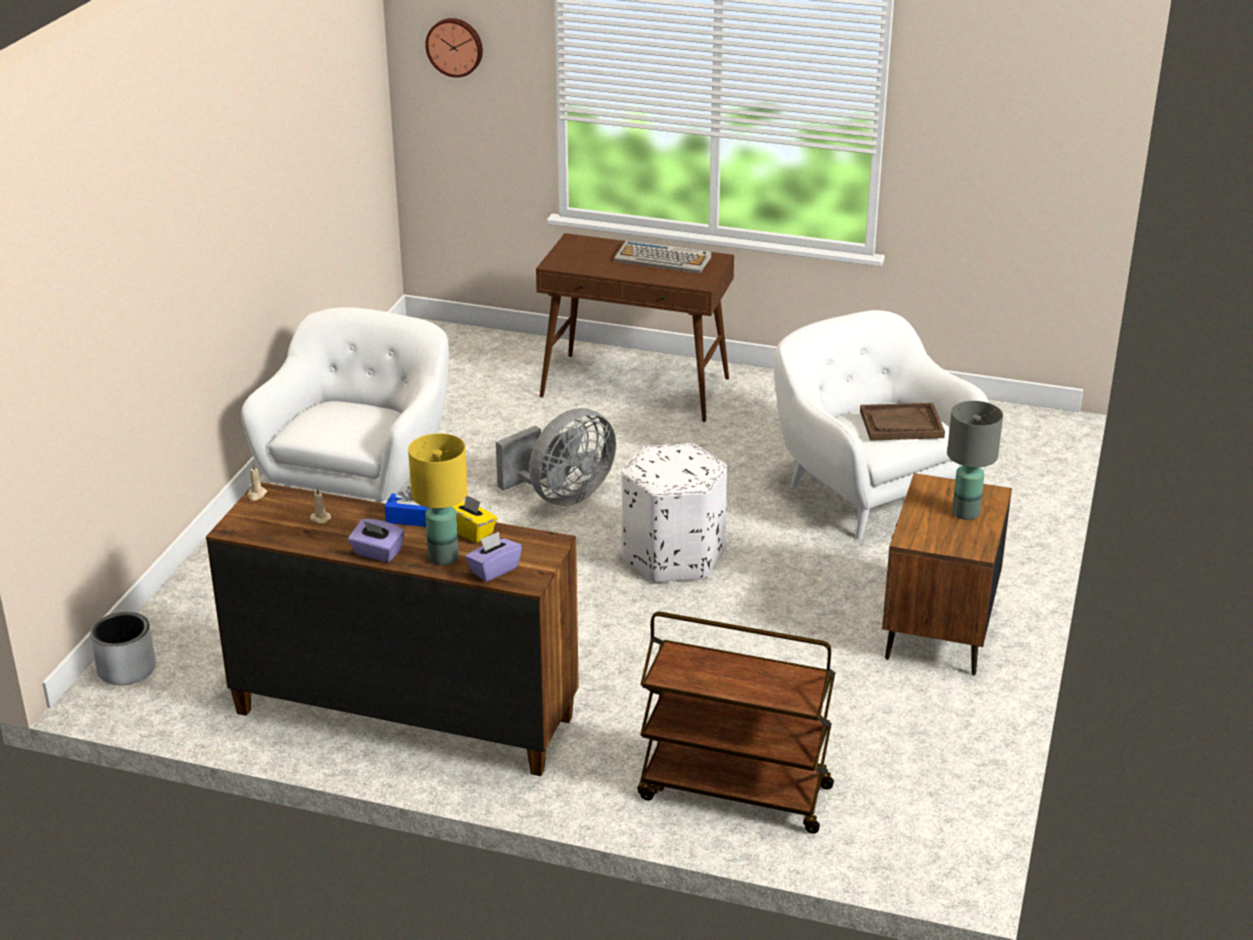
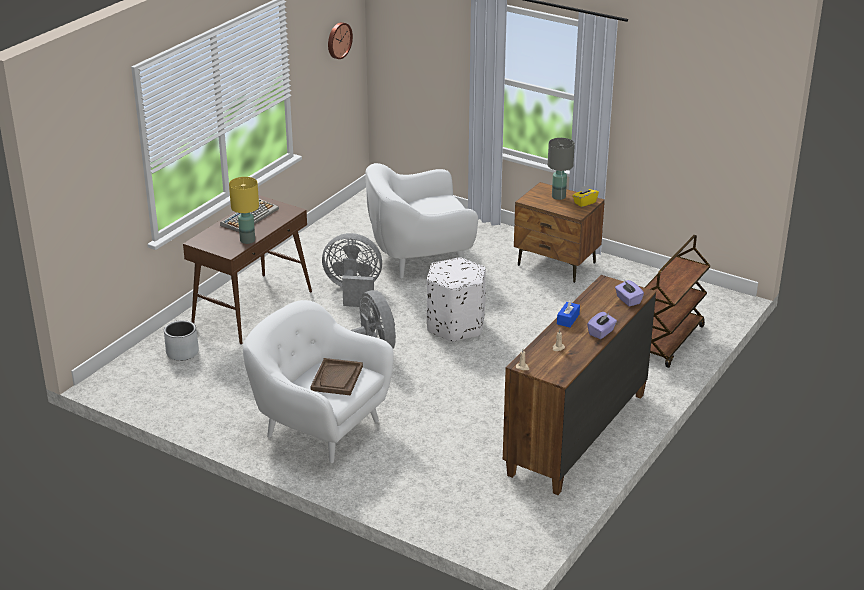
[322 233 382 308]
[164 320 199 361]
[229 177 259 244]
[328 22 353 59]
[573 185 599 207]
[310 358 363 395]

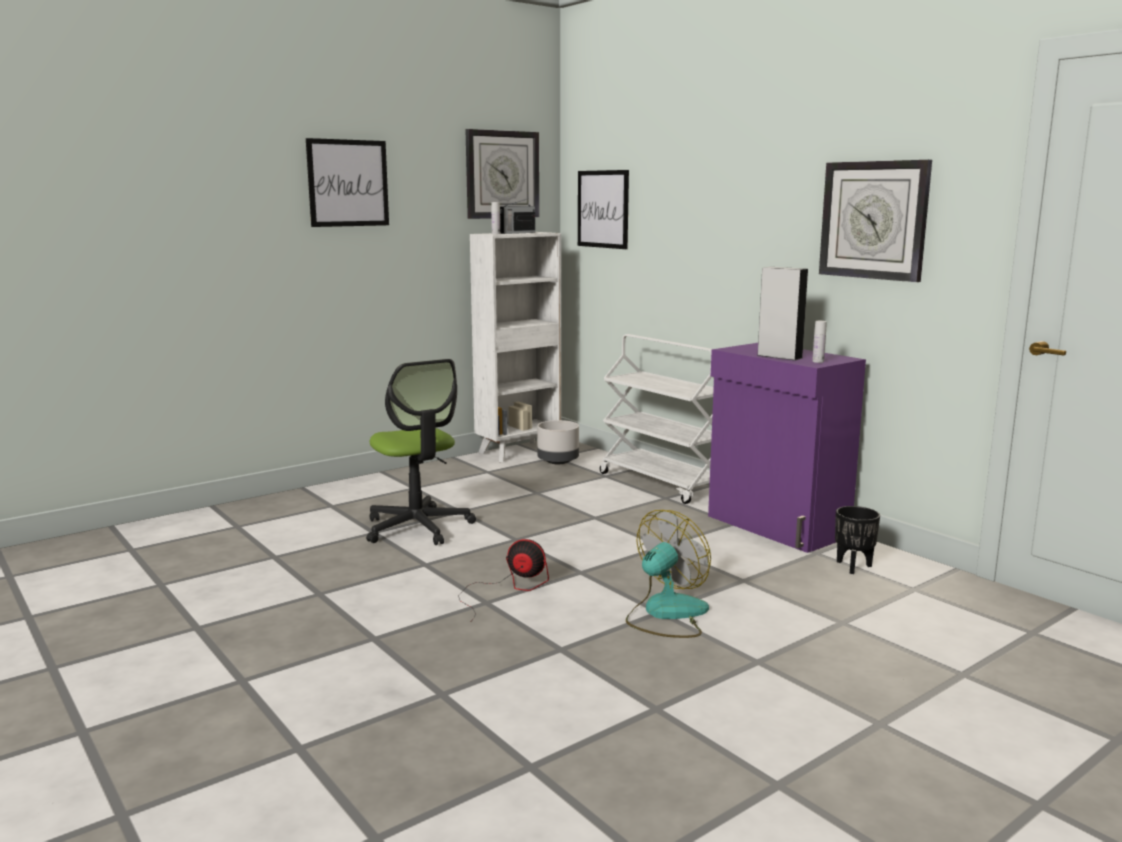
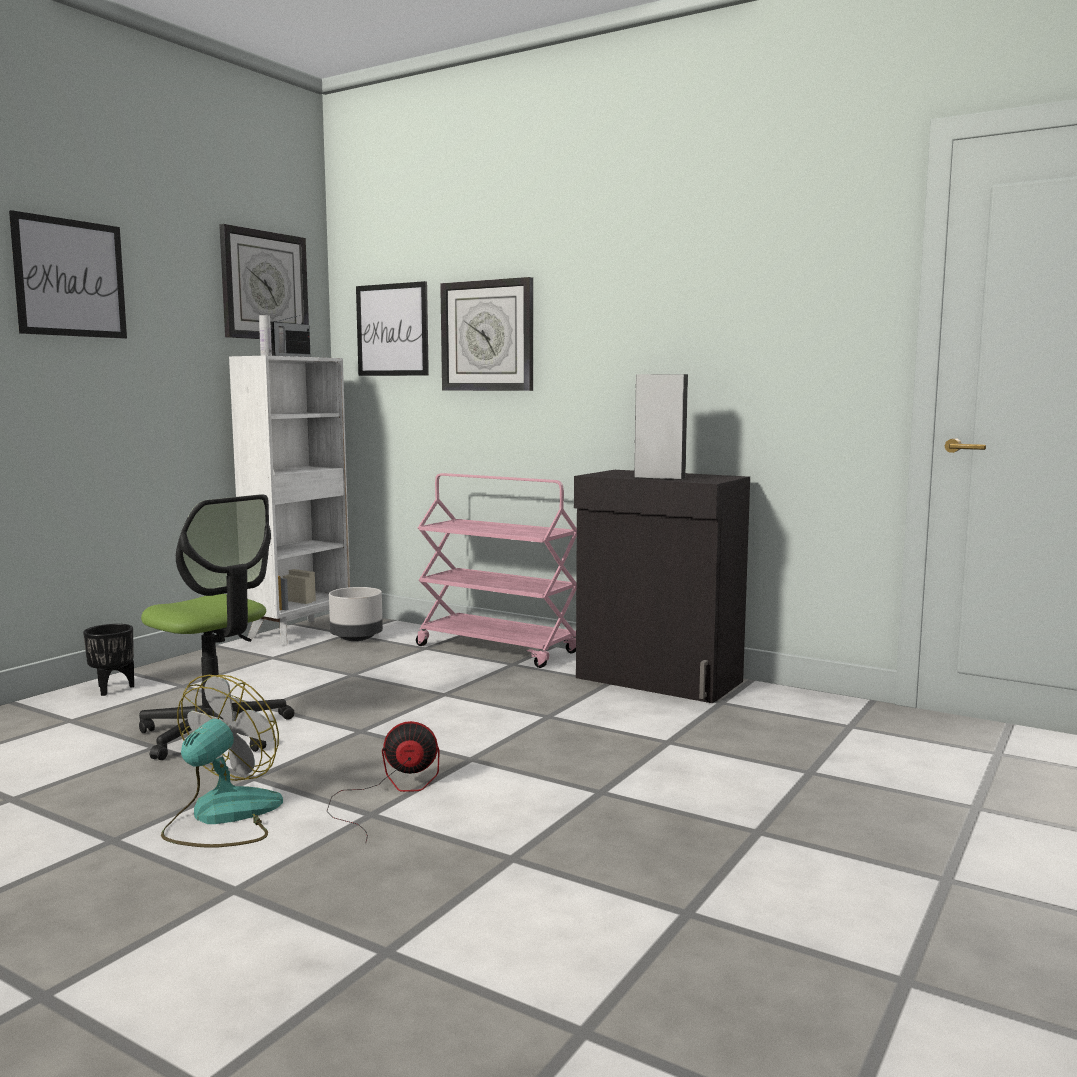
[812 321 827 363] (first image)
[161 675 283 848]
[440 277 533 391]
[83 624 134 696]
[416 473 577 668]
[574 470 750 703]

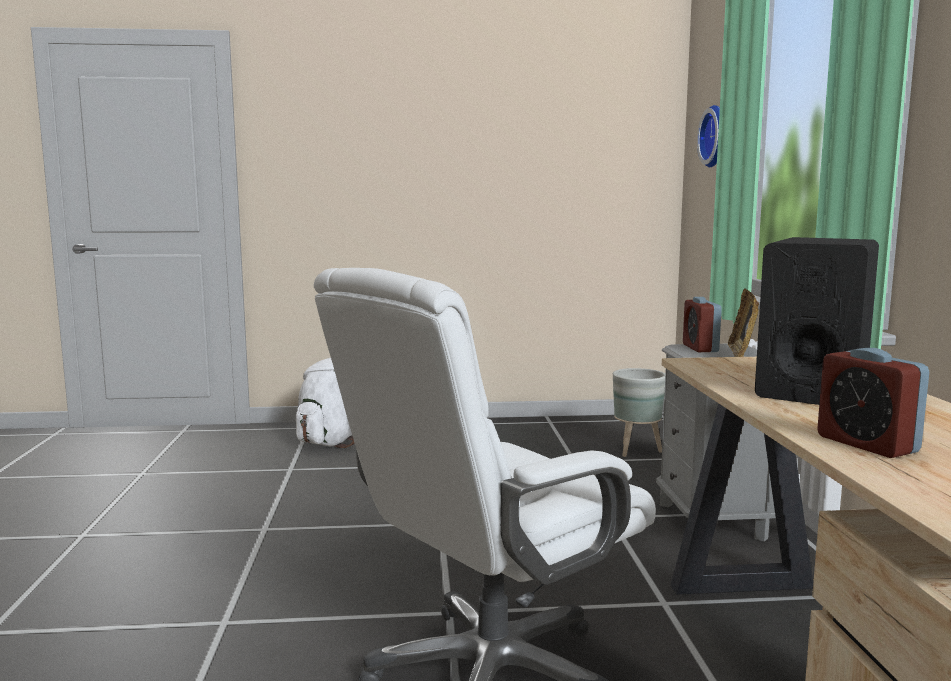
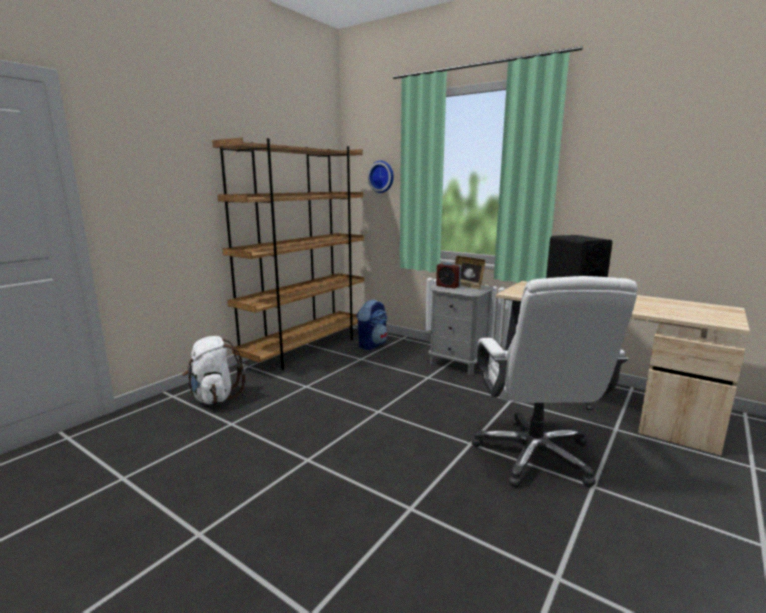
[817 348 929 458] (first image)
[212 138 364 370]
[356 299 388 350]

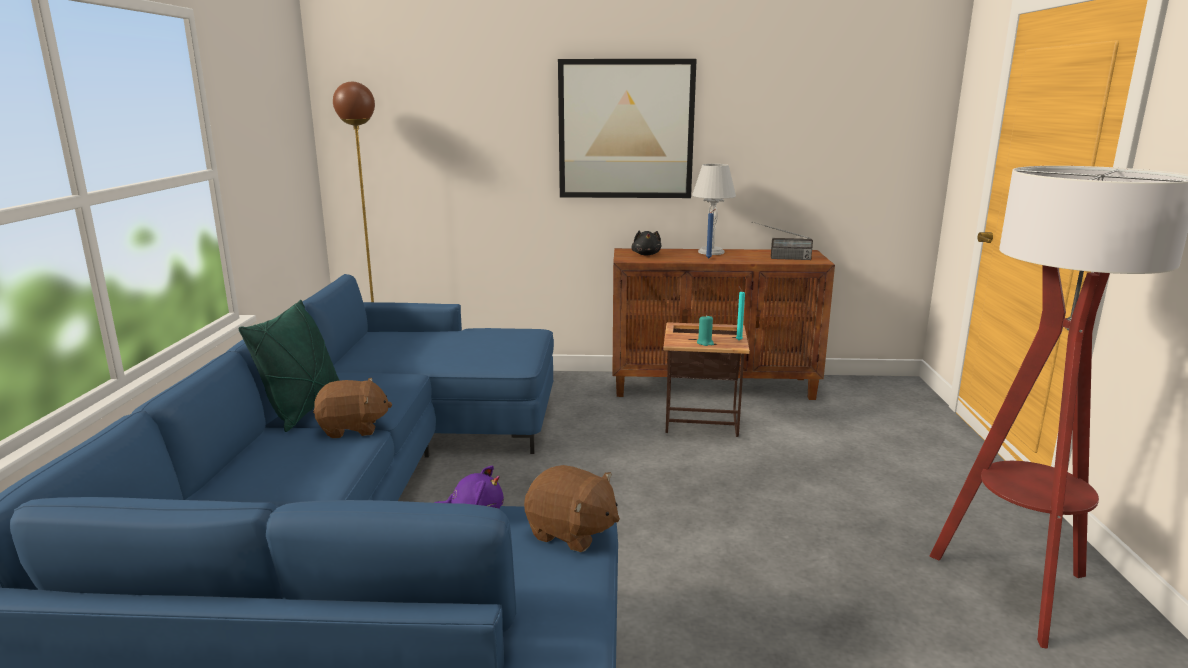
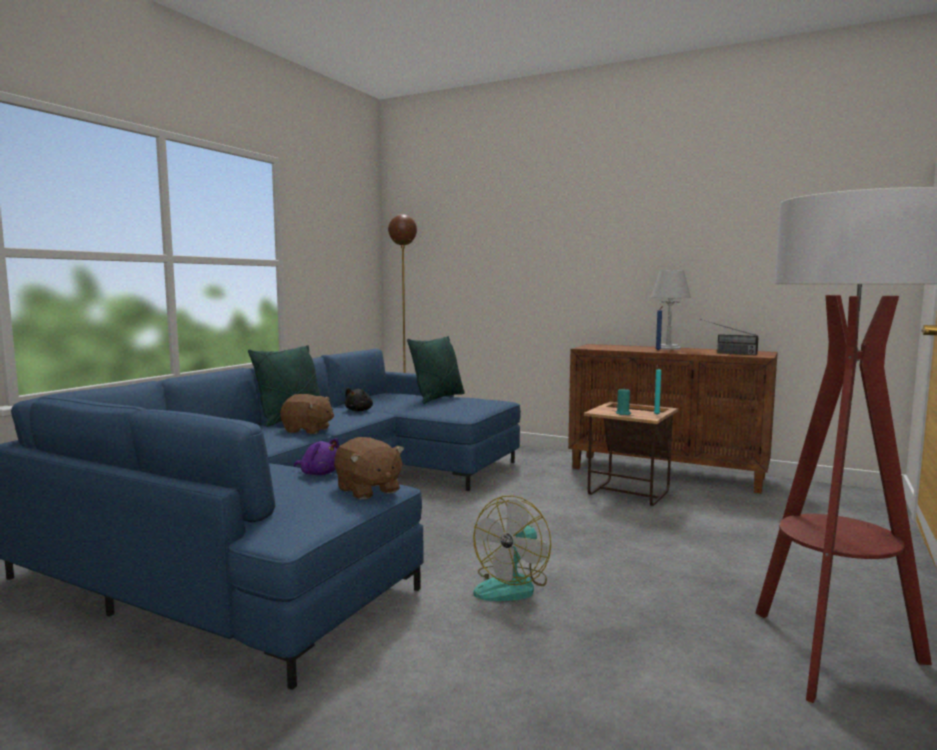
[558 59 697 198] (first image)
[407 336 465 404]
[473 495 551 601]
[345 388 373 411]

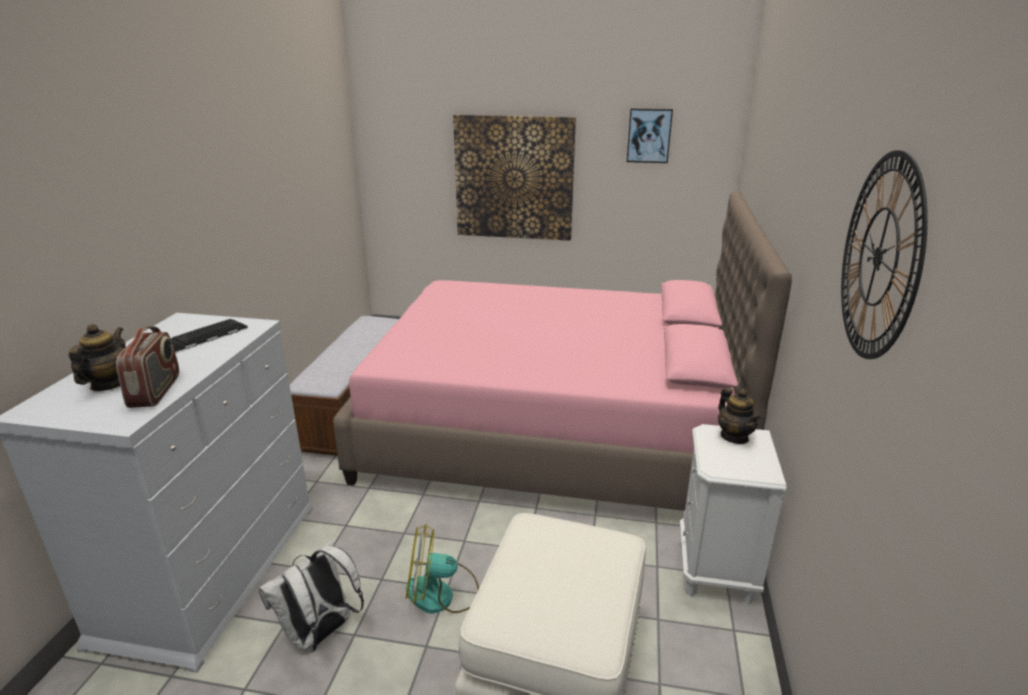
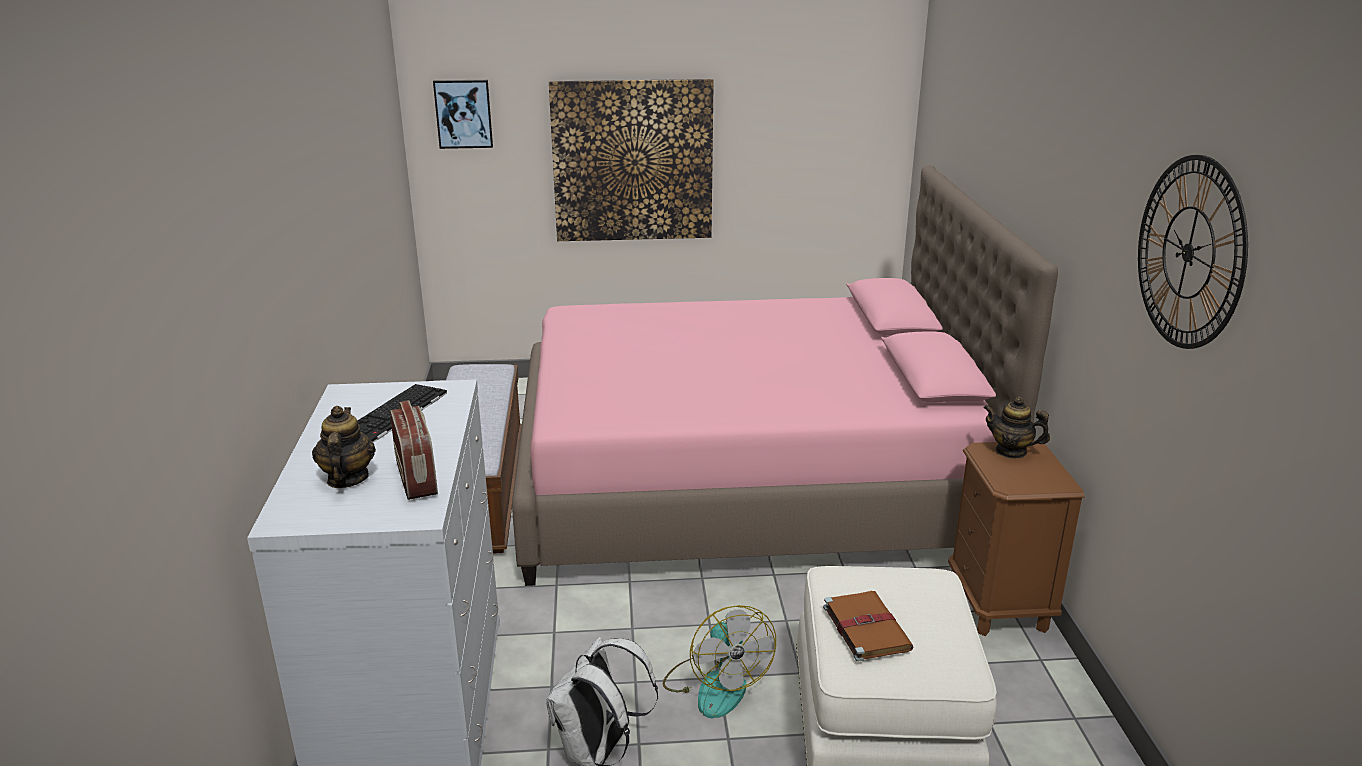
[823 591 913 662]
[433 80 493 149]
[948 440 1085 636]
[663 605 776 718]
[984 397 1050 459]

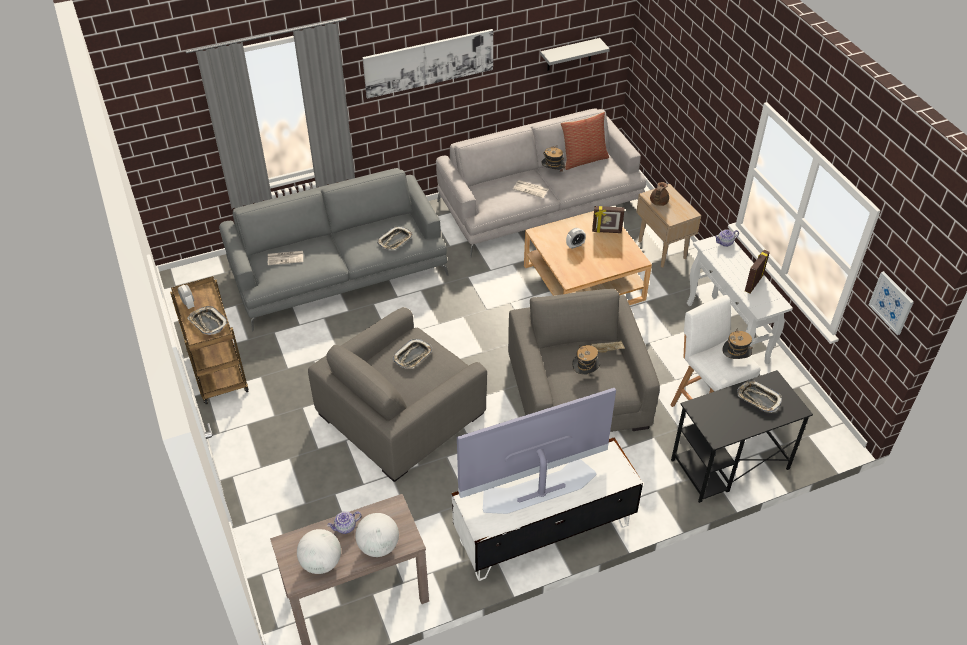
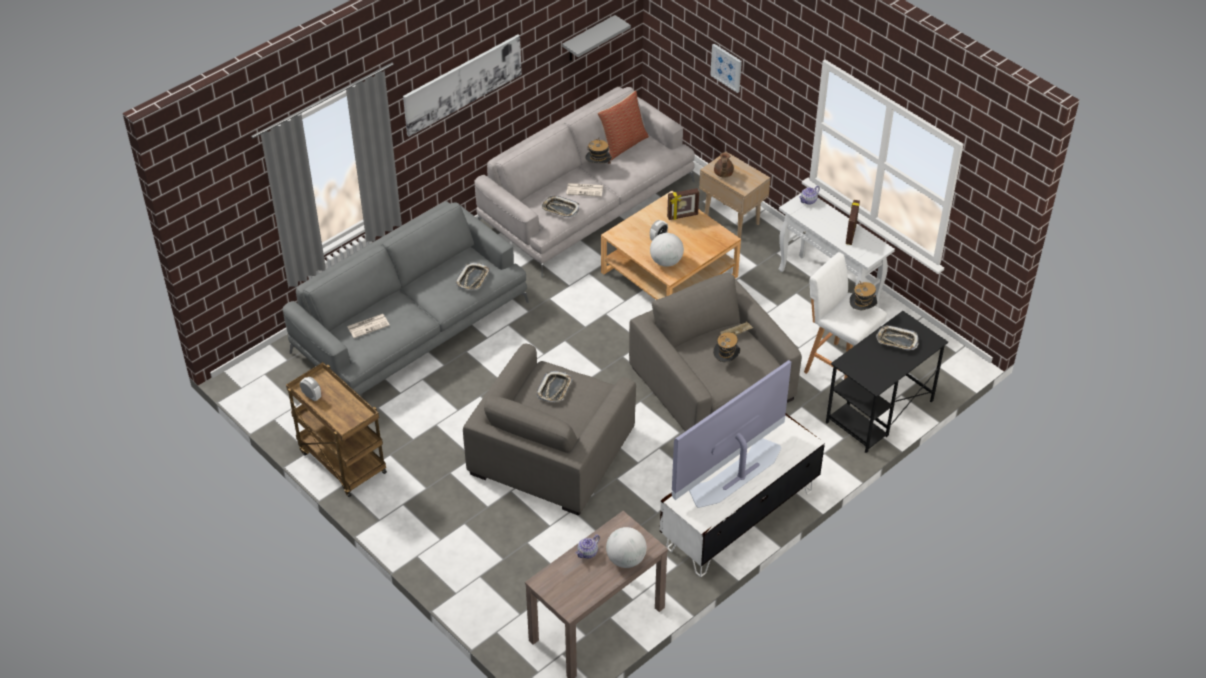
[542 196 579 217]
[650 233 684 267]
[710 44 742 93]

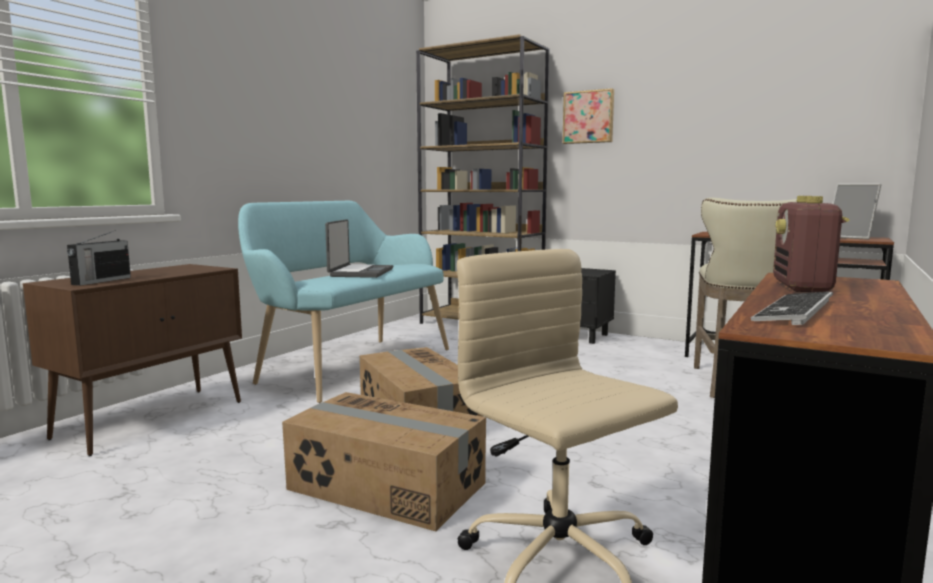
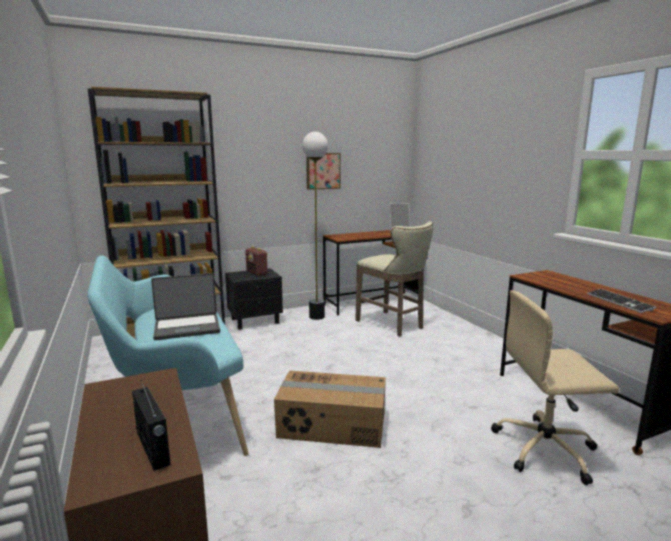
[282 392 486 531] (first image)
[302 132 328 320]
[306 153 341 190]
[245 246 268 276]
[151 273 220 340]

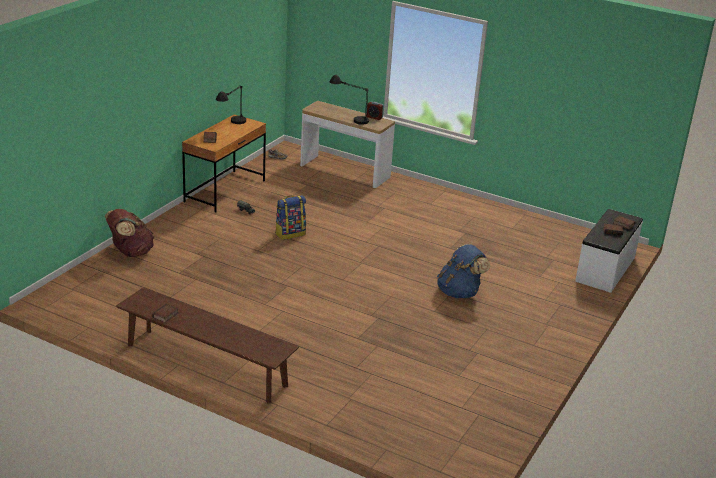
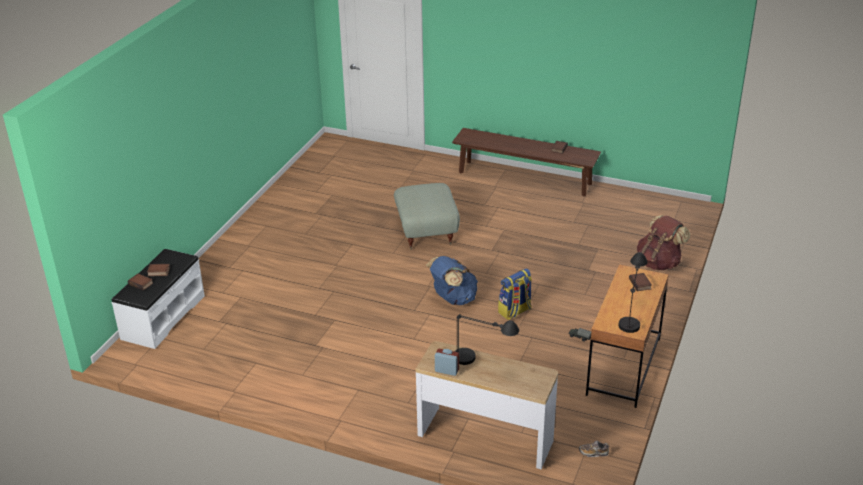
[394 183 460 250]
[426 256 478 305]

